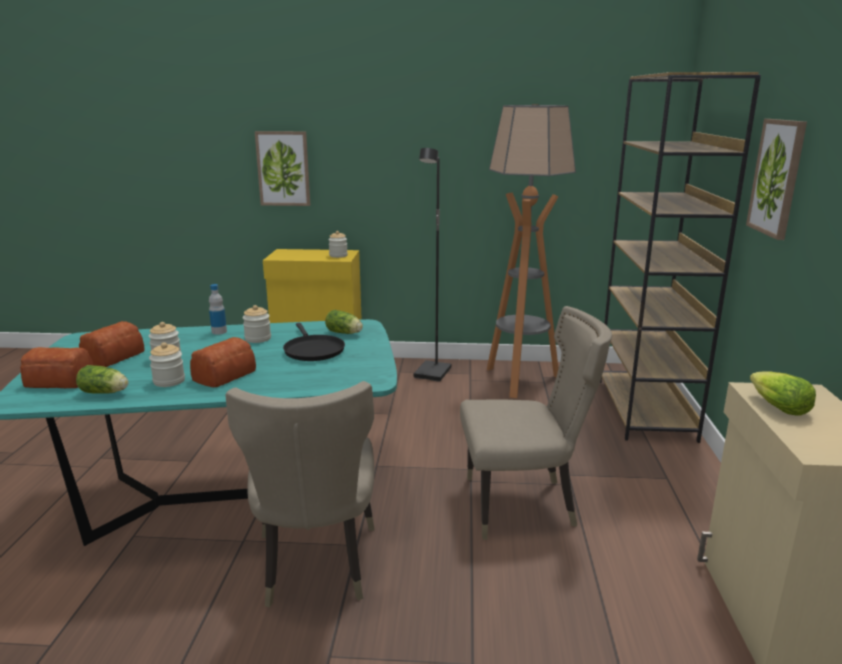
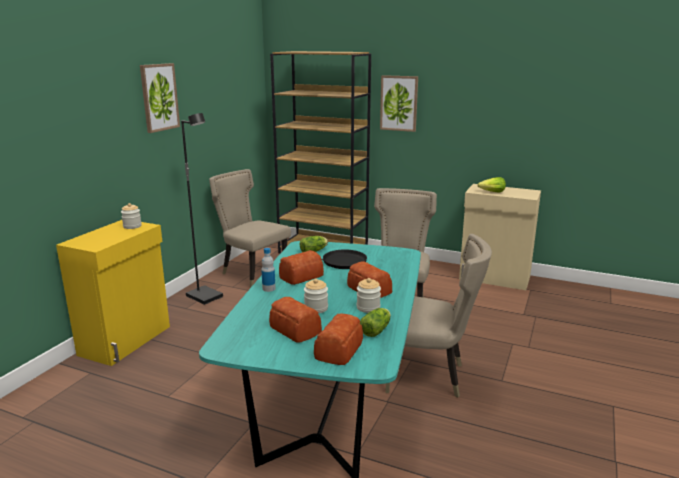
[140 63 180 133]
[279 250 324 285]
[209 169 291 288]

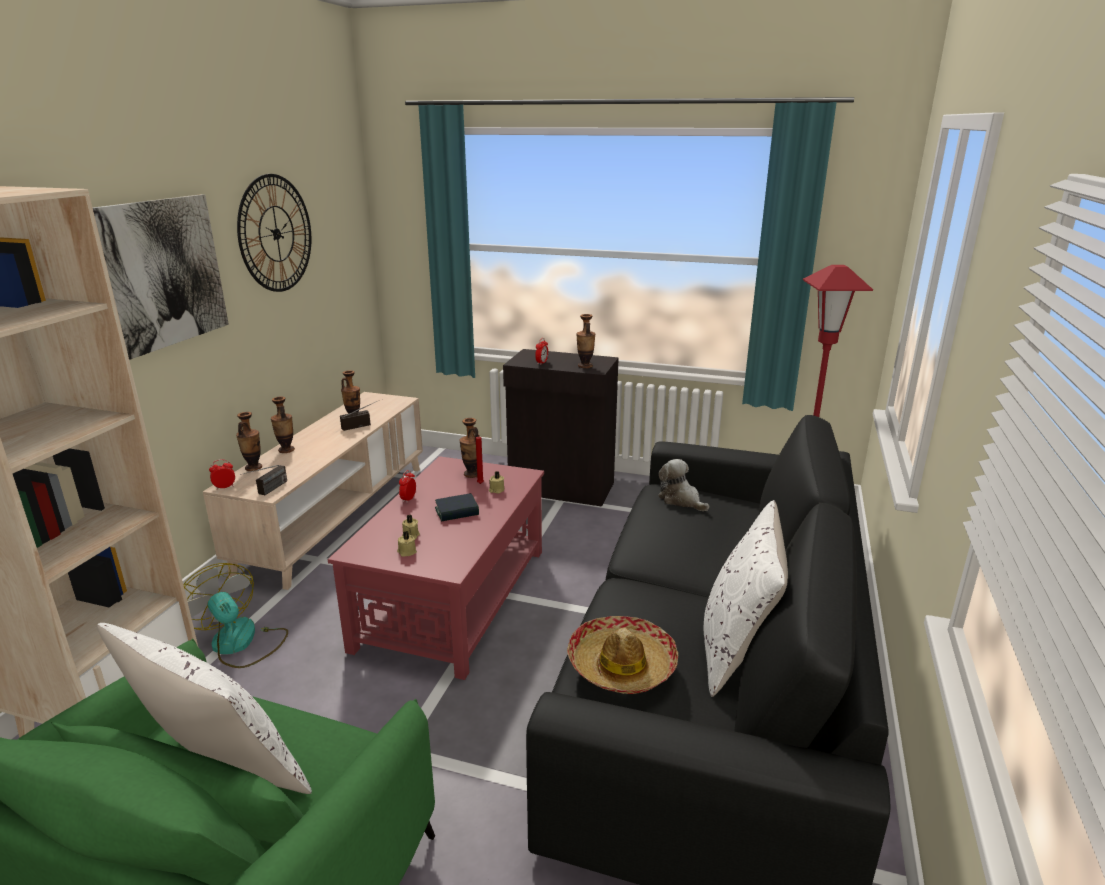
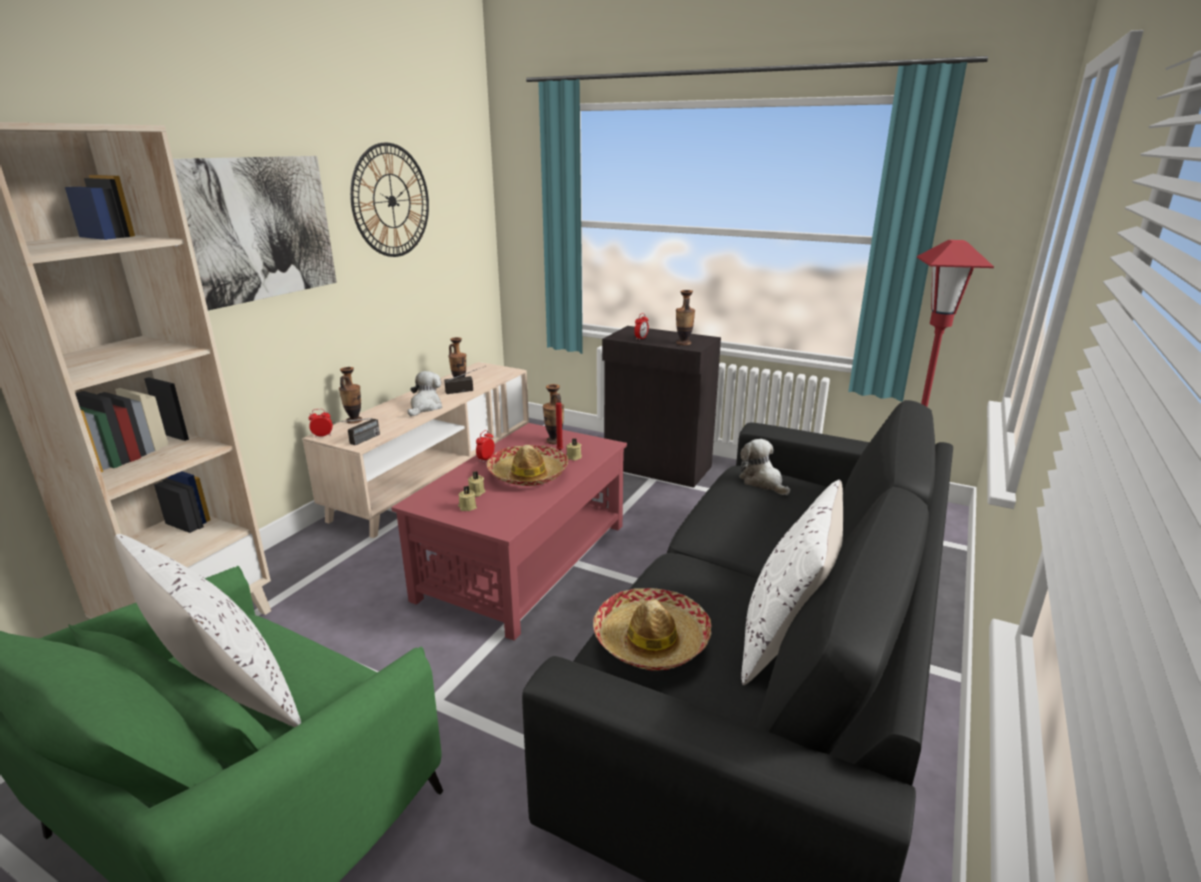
[183 563 288 668] (first image)
[271 396 295 453] (first image)
[408 371 442 416]
[486 445 568 486]

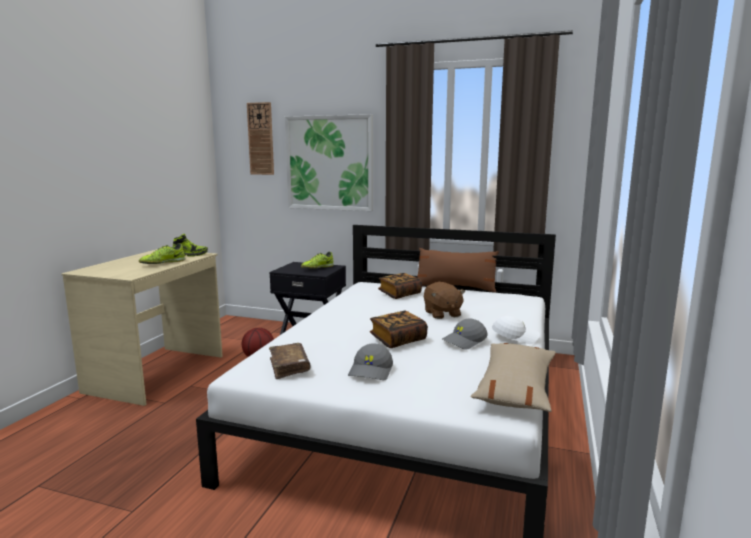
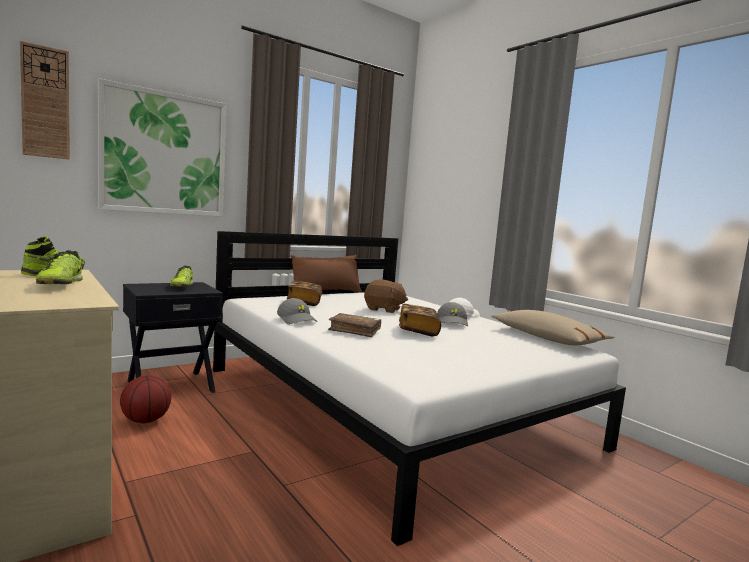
[328 313 381 338]
[277 298 317 324]

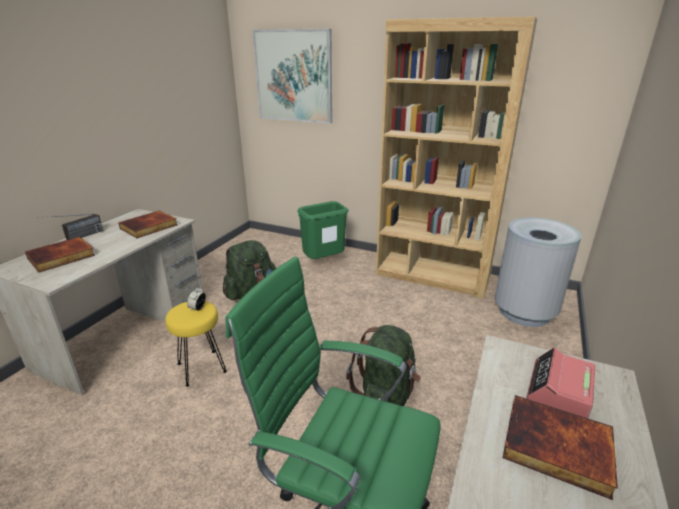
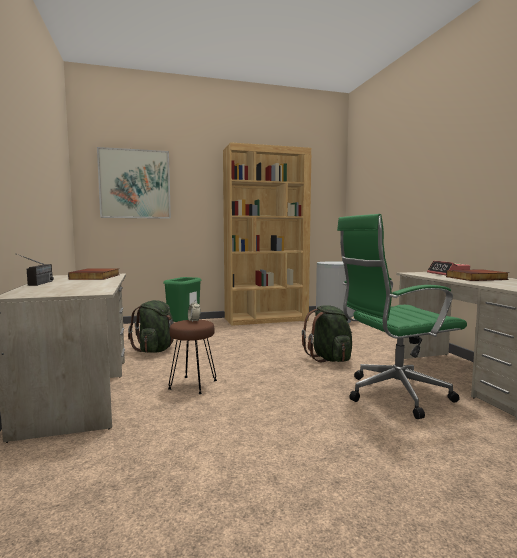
[25 237 95 273] (first image)
[168 320 217 394]

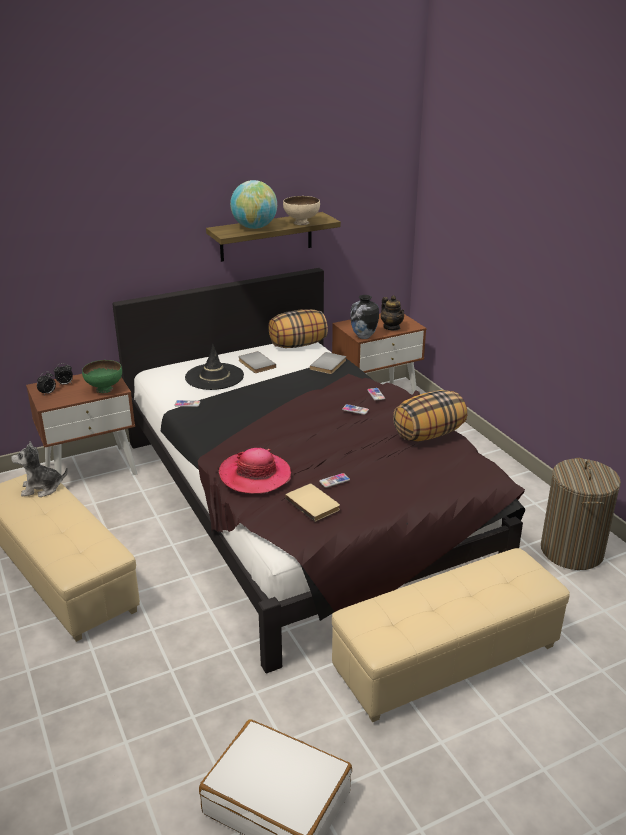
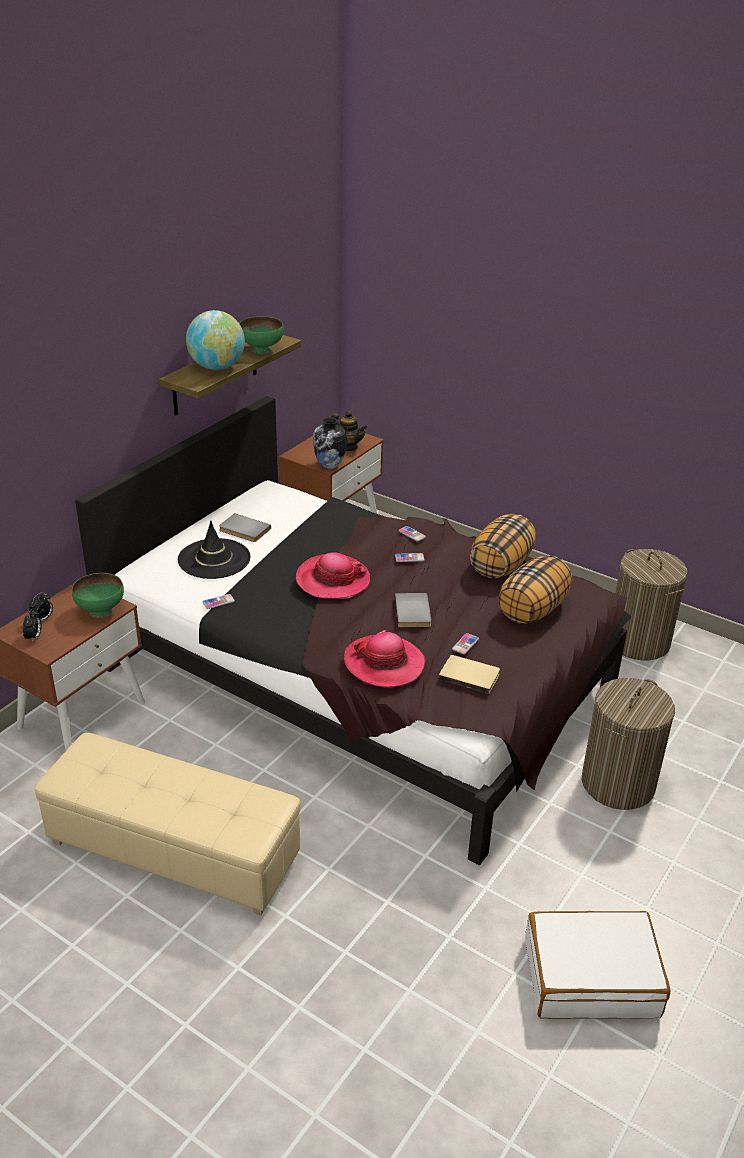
[11 441 68 497] (first image)
[296 552 370 599]
[498 555 572 624]
[395 593 431 627]
[582 678 675 810]
[239 316 284 354]

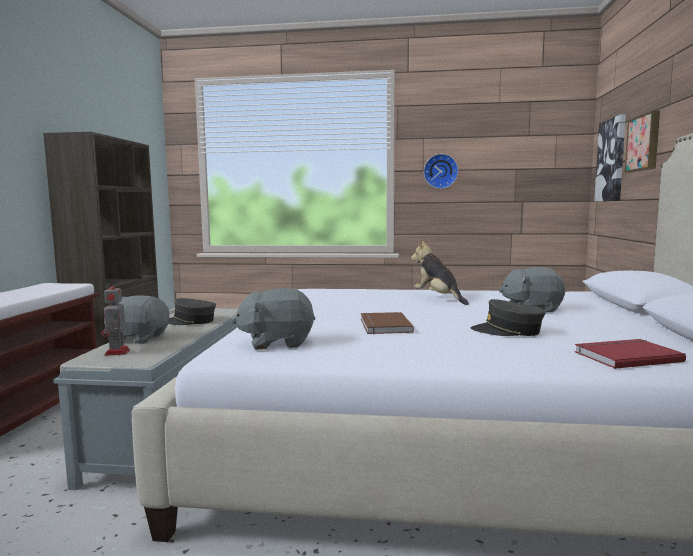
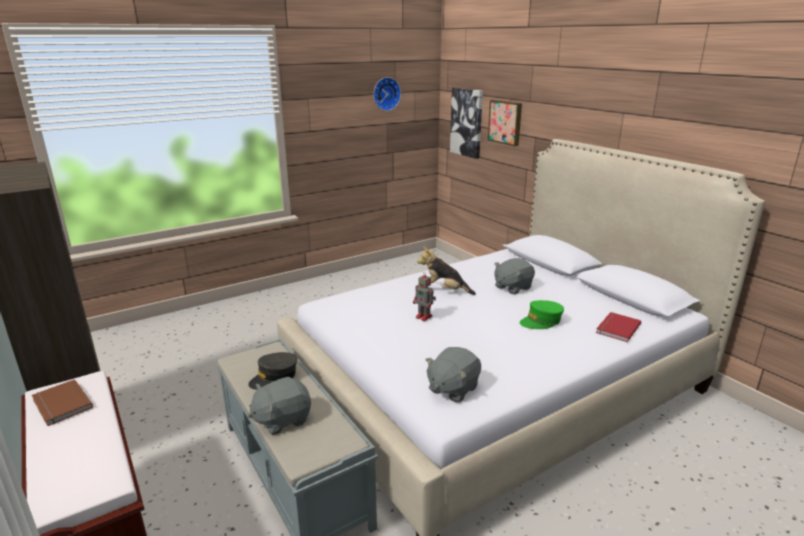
[413 271 436 321]
[32 379 93 426]
[373 77 401 111]
[520 300 564 329]

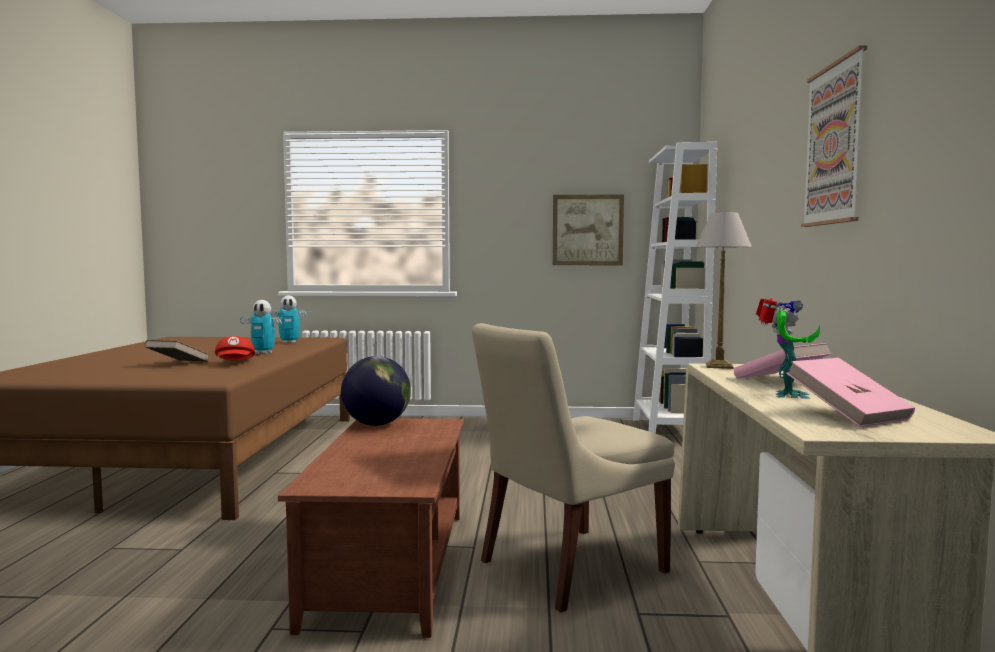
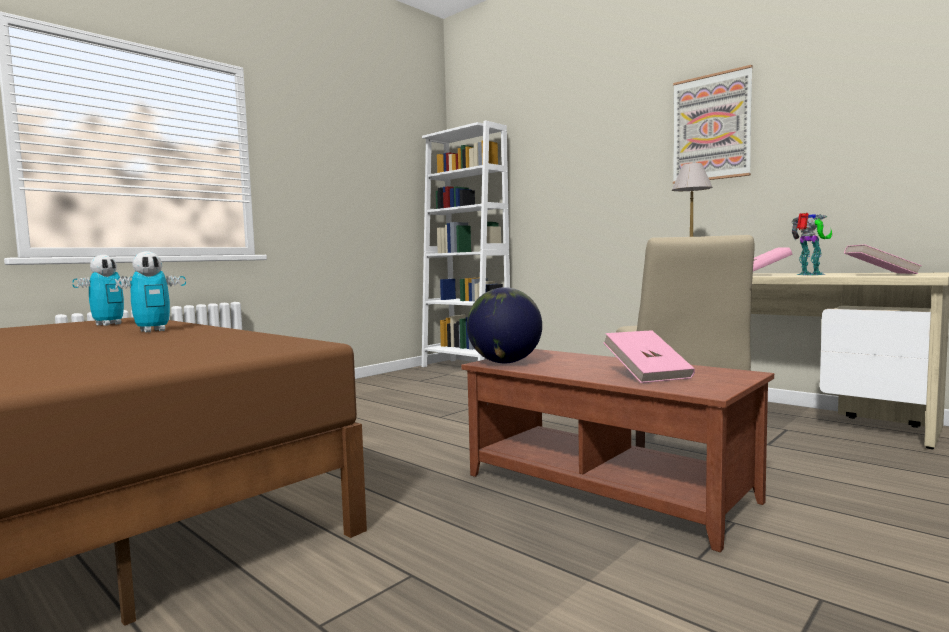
[145 340 209 362] (first image)
[215 336 255 361] (first image)
[553 194 624 265] (first image)
[603 330 695 383]

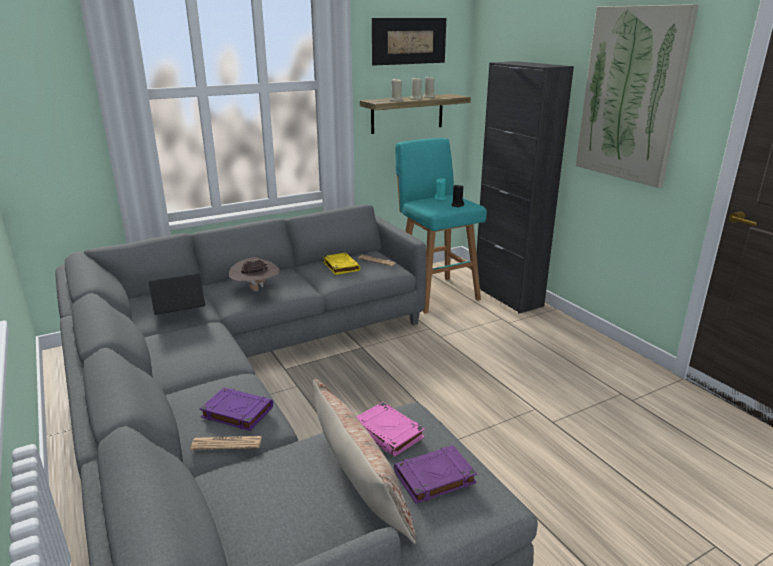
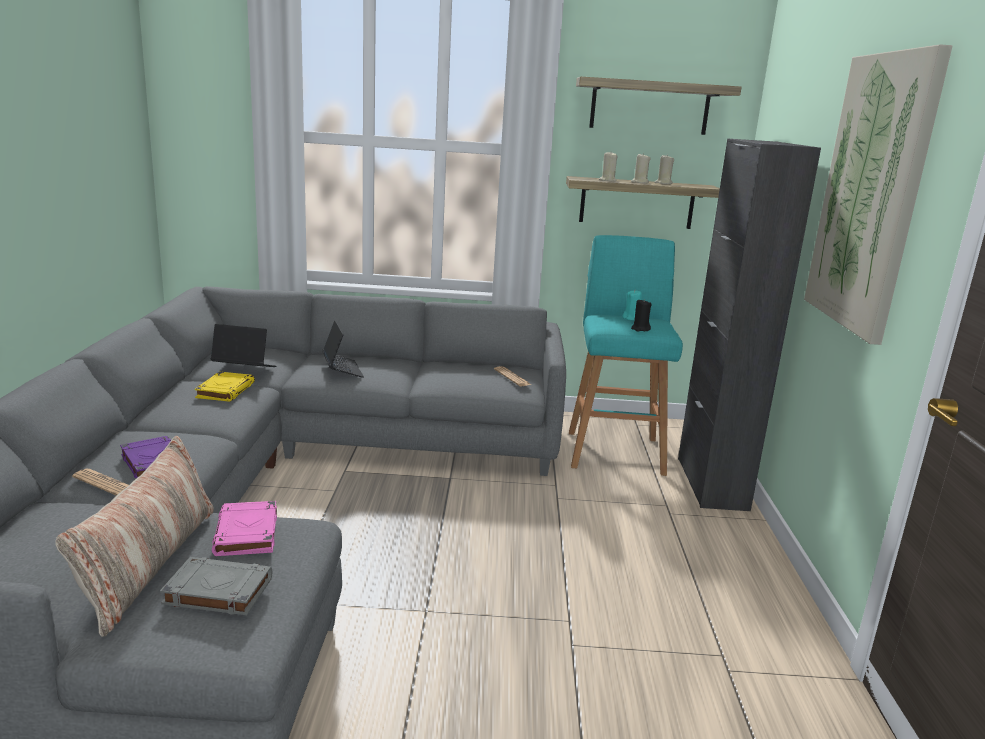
[195 372 255 402]
[322 320 364 378]
[576 77 742 135]
[160 557 272 615]

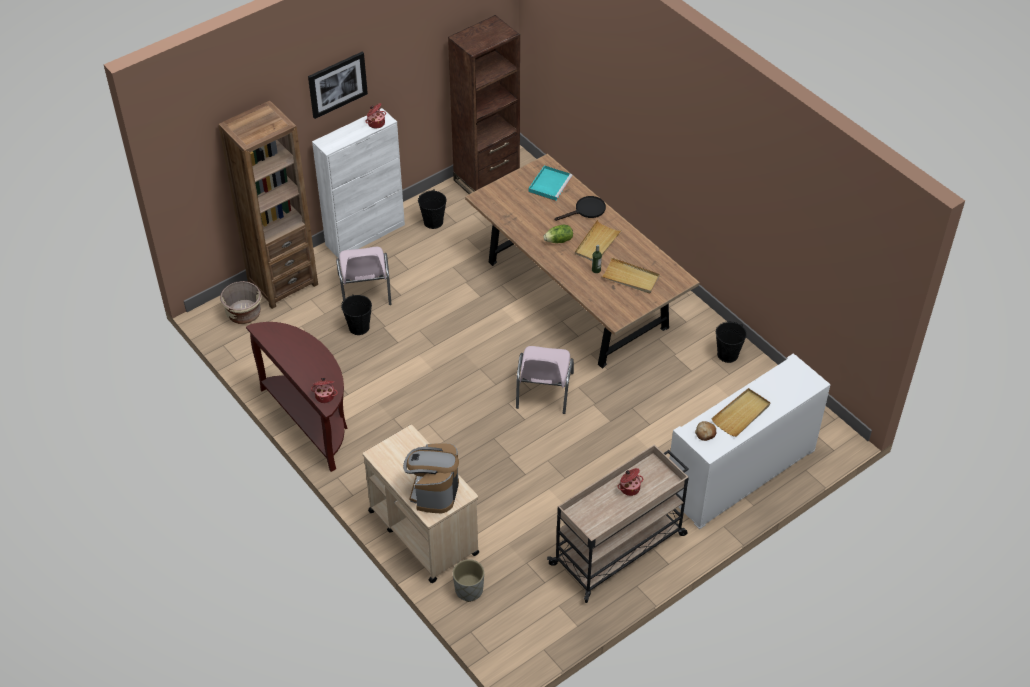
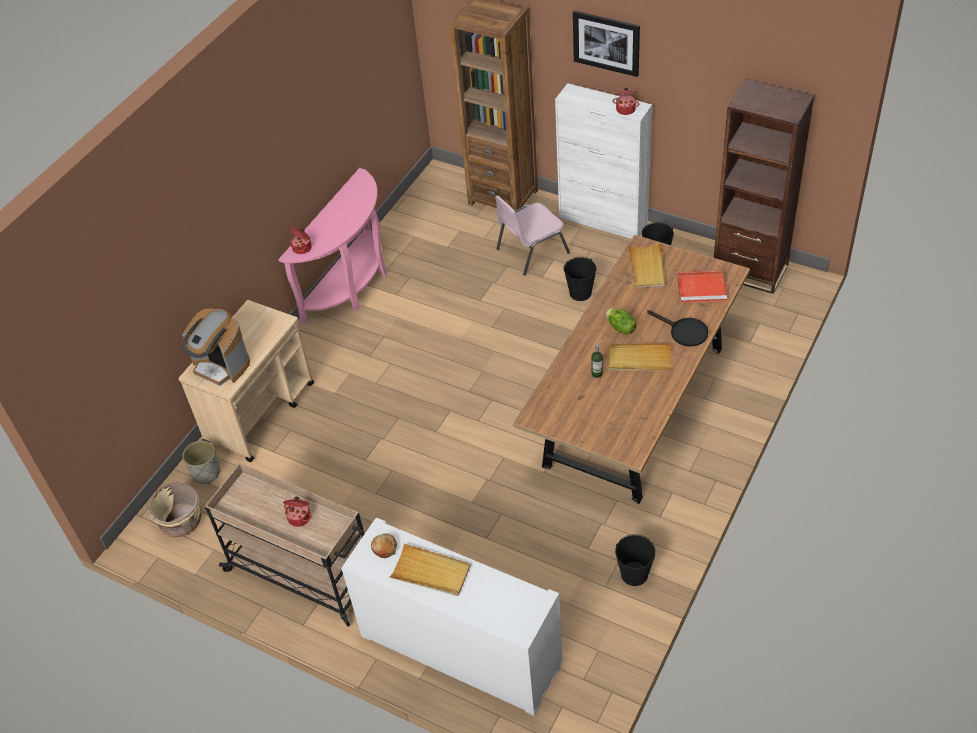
[516 346 574 414] (first image)
[148 483 201 537]
[564 257 596 301]
[628 242 665 288]
[279 168 387 324]
[677 270 727 303]
[182 308 250 386]

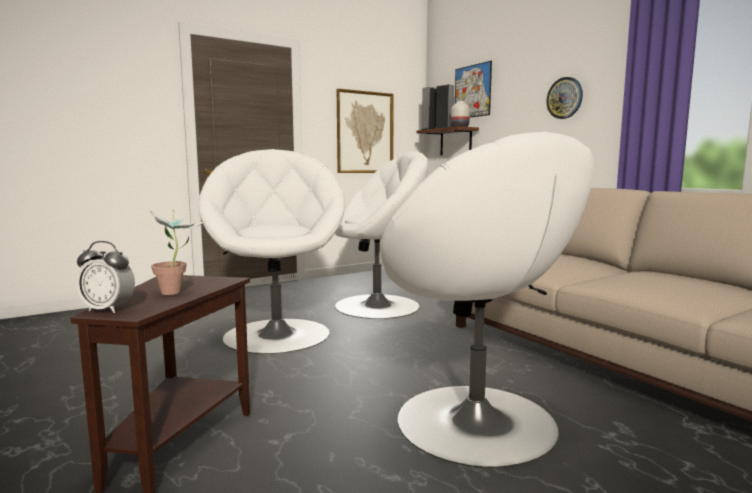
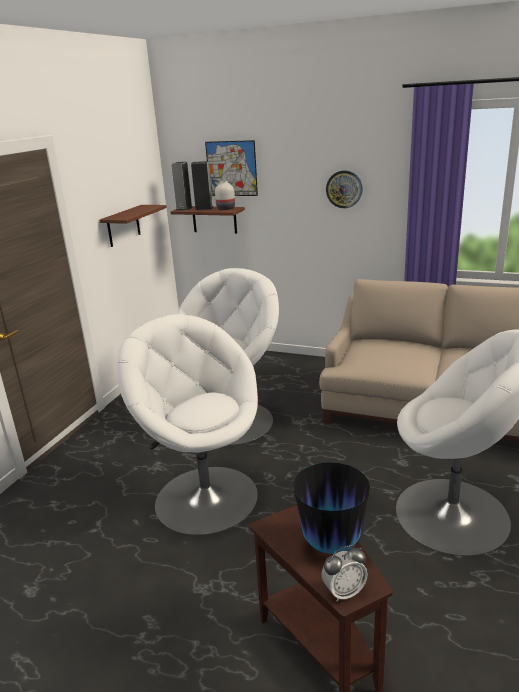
[293 462 370 554]
[99 205 167 247]

